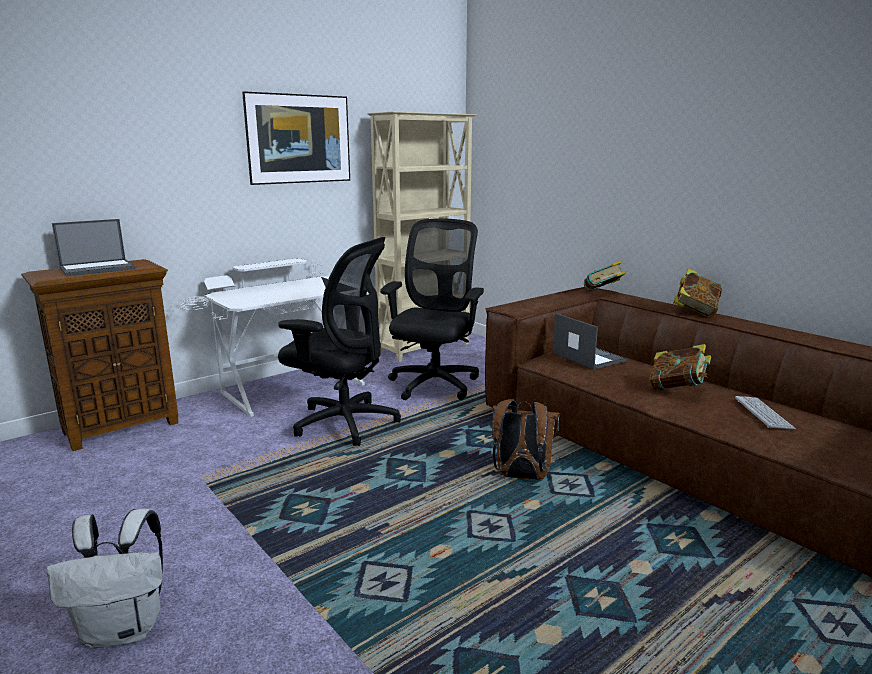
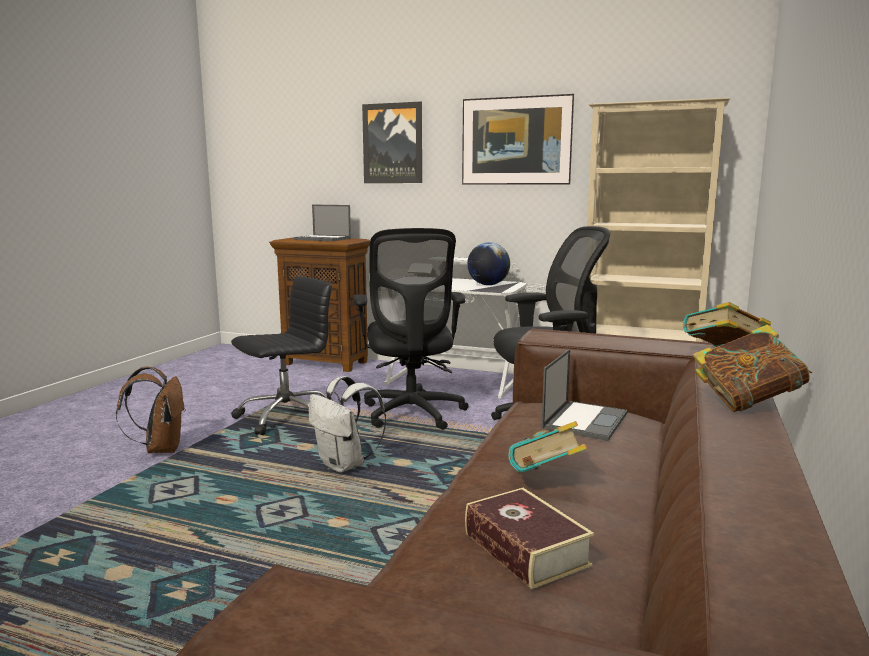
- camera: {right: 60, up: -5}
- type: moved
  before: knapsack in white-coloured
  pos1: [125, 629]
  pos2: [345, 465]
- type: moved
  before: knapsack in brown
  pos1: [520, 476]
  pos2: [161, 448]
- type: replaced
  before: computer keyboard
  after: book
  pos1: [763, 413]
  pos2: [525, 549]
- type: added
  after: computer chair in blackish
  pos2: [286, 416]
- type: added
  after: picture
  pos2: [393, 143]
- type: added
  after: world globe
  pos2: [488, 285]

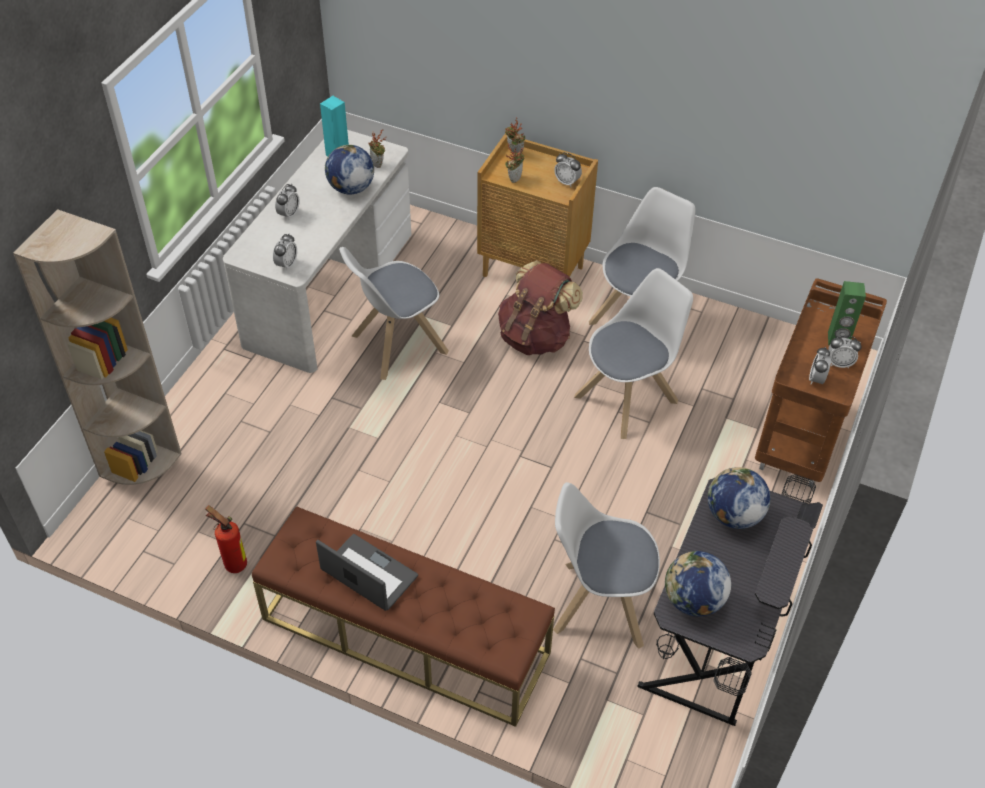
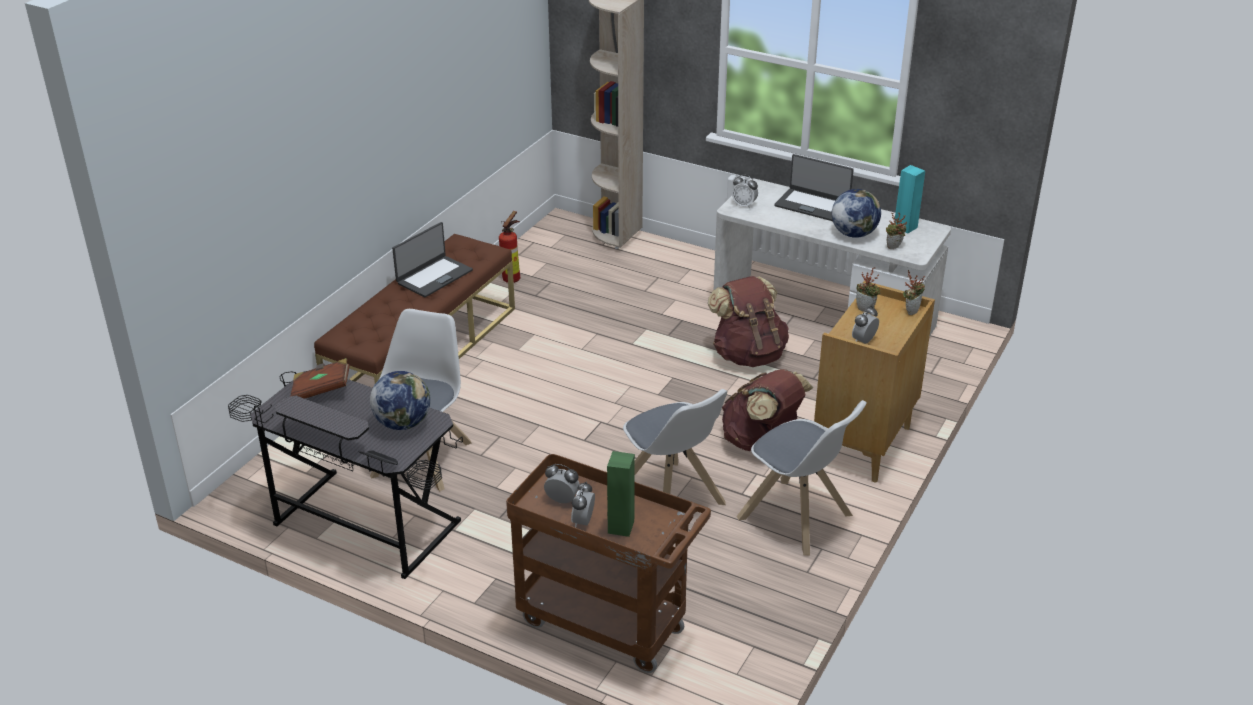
- camera: {right: 95, up: -15}
- type: replaced
  before: table clock
  after: laptop
  pos1: [289, 214]
  pos2: [812, 205]
- type: replaced
  before: plain chair
  after: knapsack in brown
  pos1: [396, 345]
  pos2: [748, 355]
- type: replaced
  before: world globe
  after: book in brown
  pos1: [693, 600]
  pos2: [321, 390]

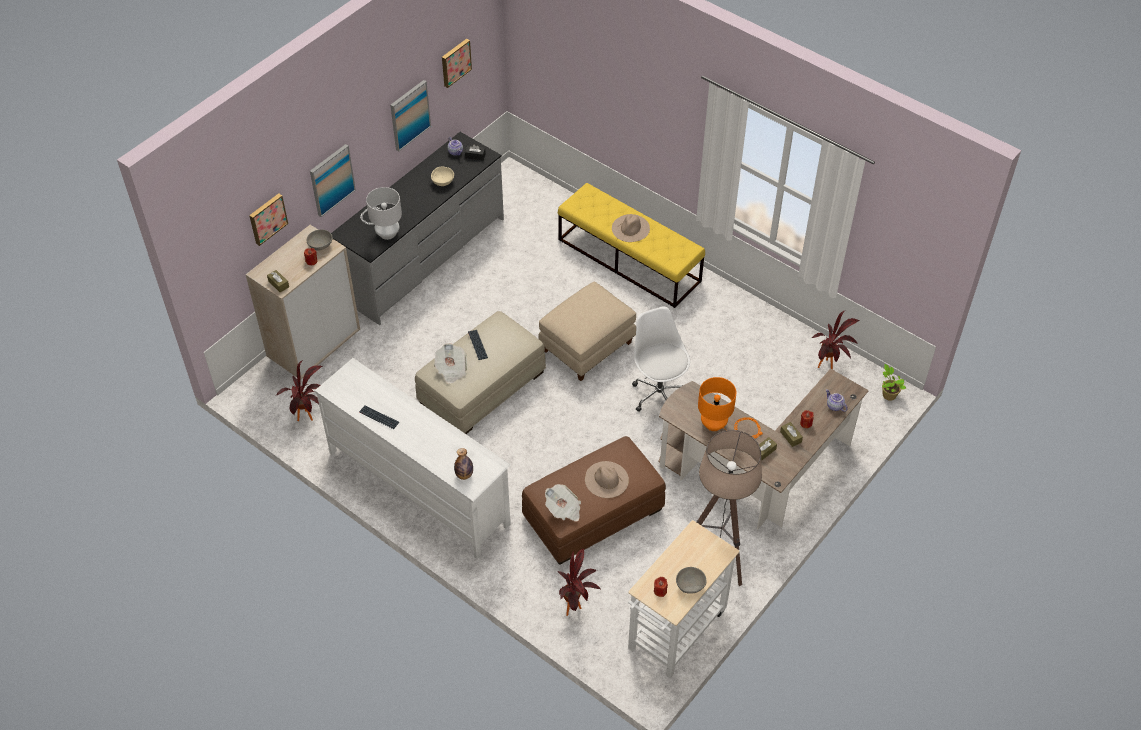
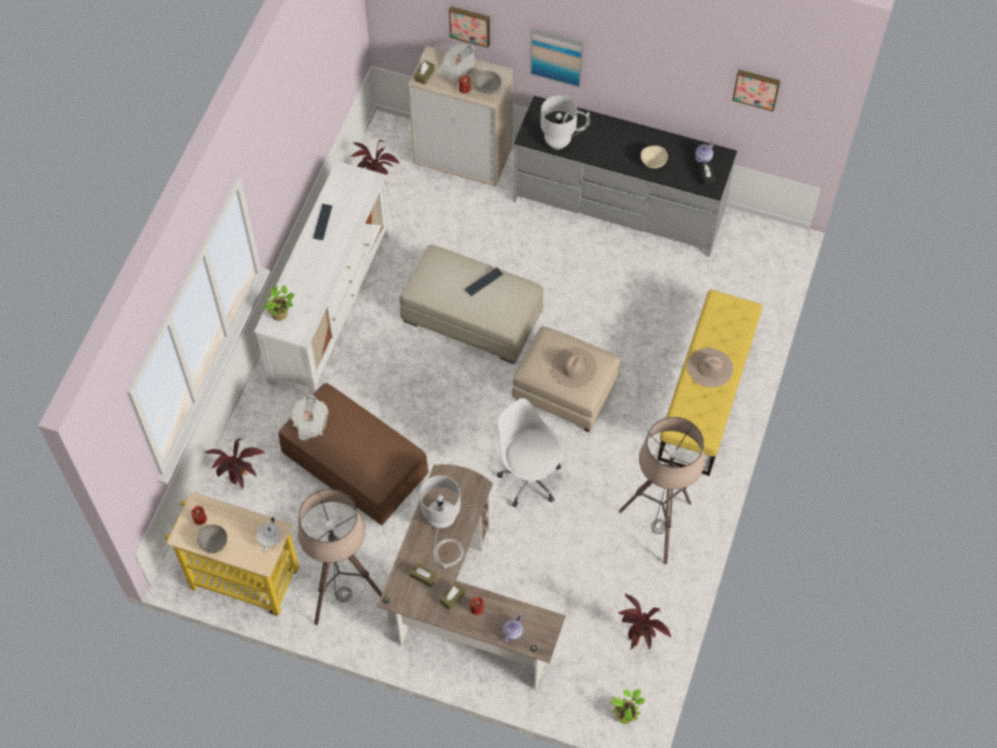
- camera: {right: 70, up: 10}
- type: removed
  before: picture
  pos1: [409, 115]
- type: moved
  before: printed paper
  pos1: [451, 369]
  pos2: [456, 68]
- type: replaced
  before: bottle
  after: houseplant
  pos1: [464, 475]
  pos2: [281, 314]
- type: moved
  before: clothing hat in beige
  pos1: [606, 479]
  pos2: [573, 367]
- type: recoloured
  before: trolley in white-coloured
  after: trolley in yellow
  pos1: [676, 631]
  pos2: [243, 579]
- type: turned
  before: computer chair in white-coloured
  pos1: [658, 394]
  pos2: [528, 479]
  turn: -90
- type: recoloured
  before: lamp for a table in orangey
  after: lamp for a table in white-coloured
  pos1: [726, 426]
  pos2: [444, 532]
- type: added
  after: pot for tea in white-coloured
  pos2: [269, 540]
- type: added
  after: floor lamp
  pos2: [658, 525]

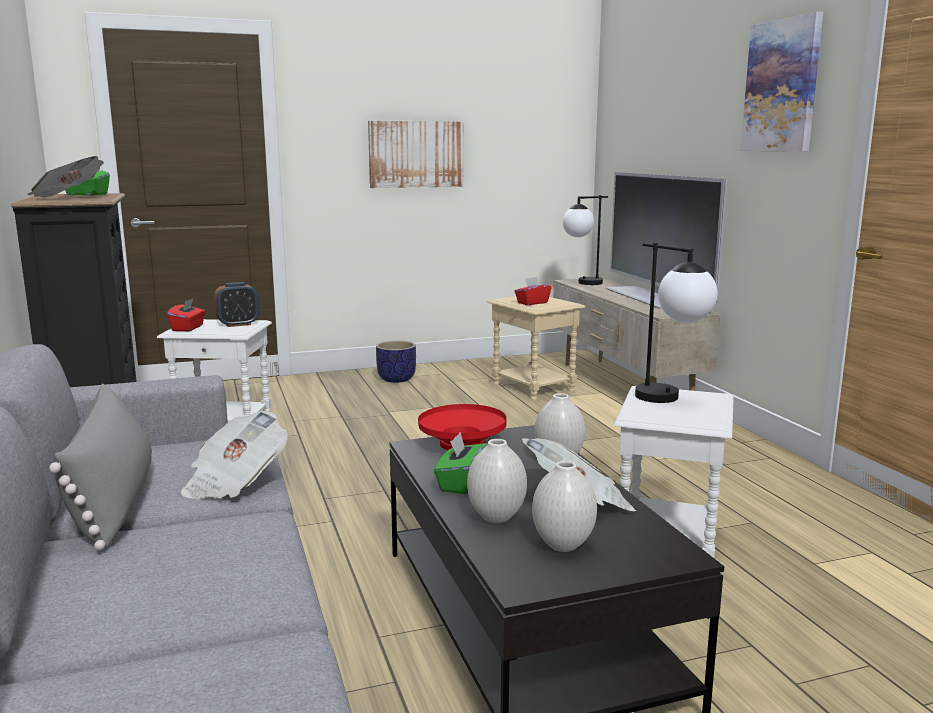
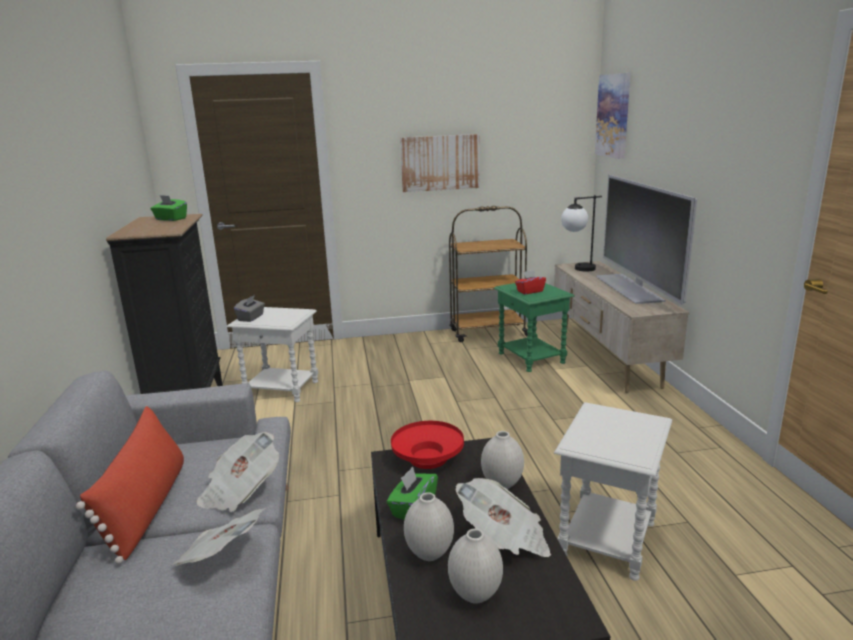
- camera: {right: 10, up: 5}
- type: moved
  before: printed paper
  pos1: [68, 198]
  pos2: [222, 556]
- type: recoloured
  before: throw pillow in greyish
  after: throw pillow in red-coloured
  pos1: [114, 501]
  pos2: [147, 507]
- type: recoloured
  before: tissue box in red-coloured
  after: tissue box in greyish
  pos1: [188, 328]
  pos2: [251, 318]
- type: removed
  before: table clock
  pos1: [238, 324]
- type: removed
  before: plant pot
  pos1: [397, 379]
- type: recoloured
  before: end table in beige
  after: end table in greenish
  pos1: [534, 387]
  pos2: [532, 357]
- type: removed
  before: lamp for a table
  pos1: [670, 401]
- type: moved
  before: picture
  pos1: [782, 86]
  pos2: [613, 116]
- type: added
  after: trolley in brown
  pos2: [488, 333]

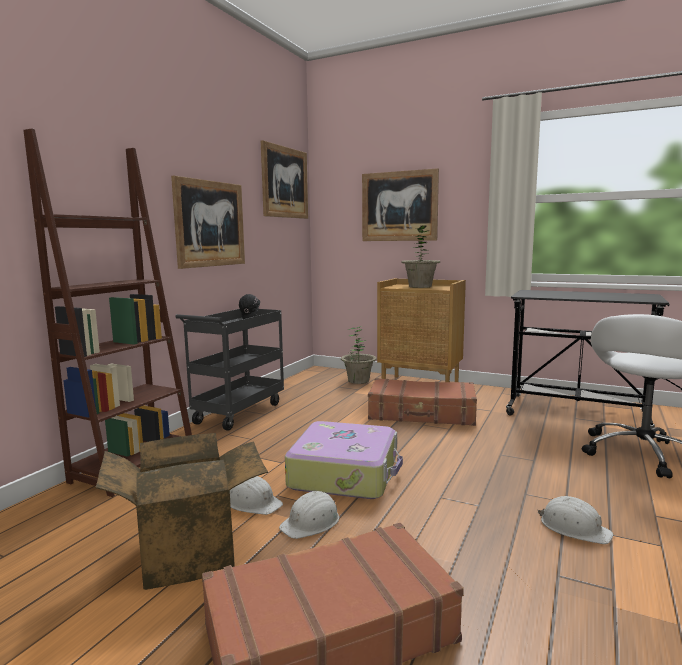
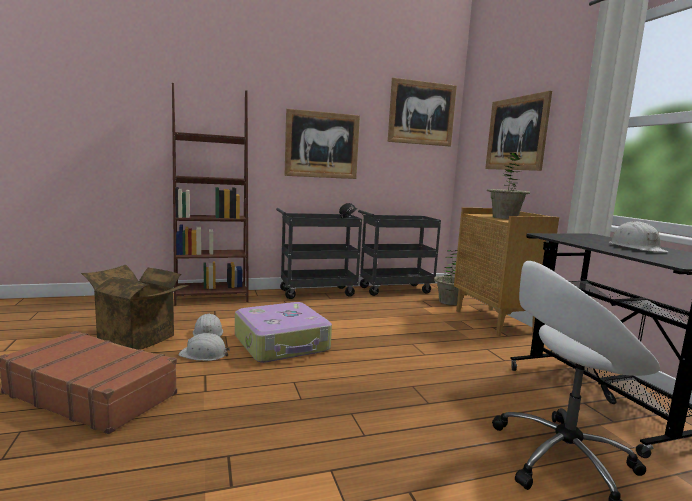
- camera: {right: 45, up: 0}
- type: removed
  before: piece of luggage in brown
  pos1: [422, 414]
- type: moved
  before: safety helmet in white-coloured
  pos1: [574, 528]
  pos2: [636, 248]
- type: added
  after: trolley in greyish
  pos2: [393, 290]

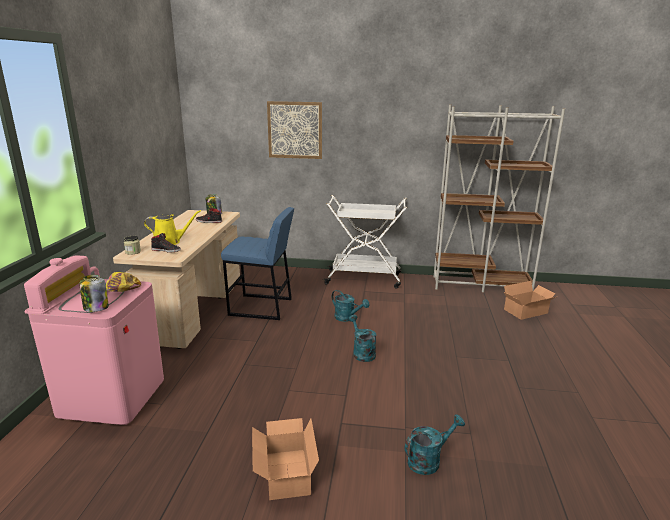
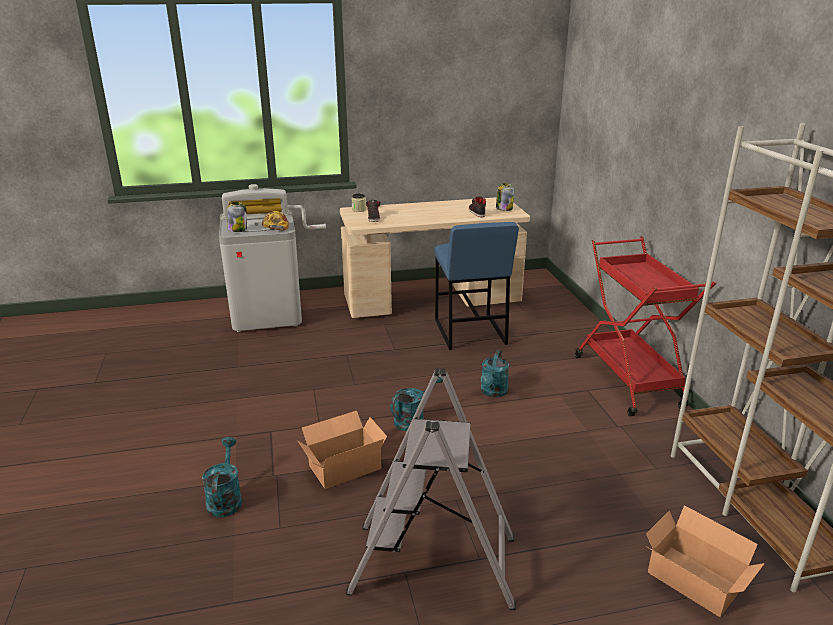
- camera: {right: 70, up: 5}
- type: recoloured
  before: washing machine in pink
  after: washing machine in greyish
  pos1: [113, 397]
  pos2: [269, 315]
- type: removed
  before: sprinkling can in yellow
  pos1: [170, 242]
- type: moved
  before: cardboard box
  pos1: [285, 475]
  pos2: [342, 466]
- type: removed
  before: picture
  pos1: [295, 129]
- type: recoloured
  before: trolley in white-coloured
  after: trolley in red-coloured
  pos1: [363, 279]
  pos2: [627, 382]
- type: turned
  before: sprinkling can in turquoise-coloured
  pos1: [428, 460]
  pos2: [225, 499]
  turn: -135
- type: added
  after: step ladder in greyish
  pos2: [436, 563]

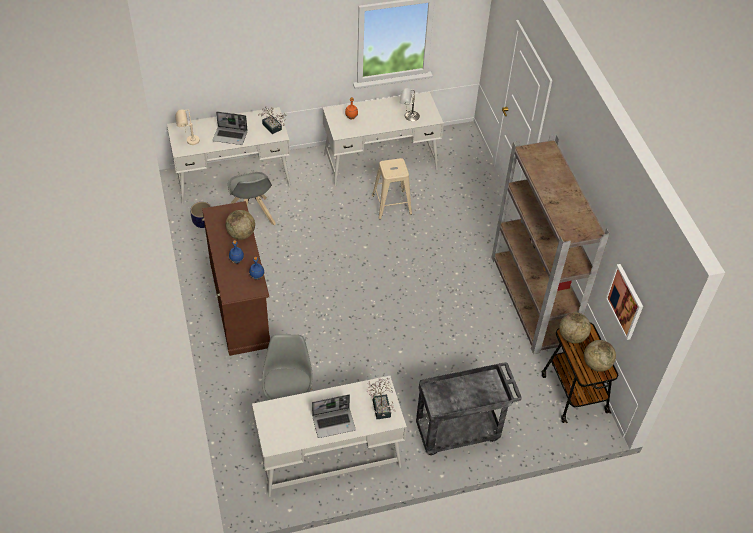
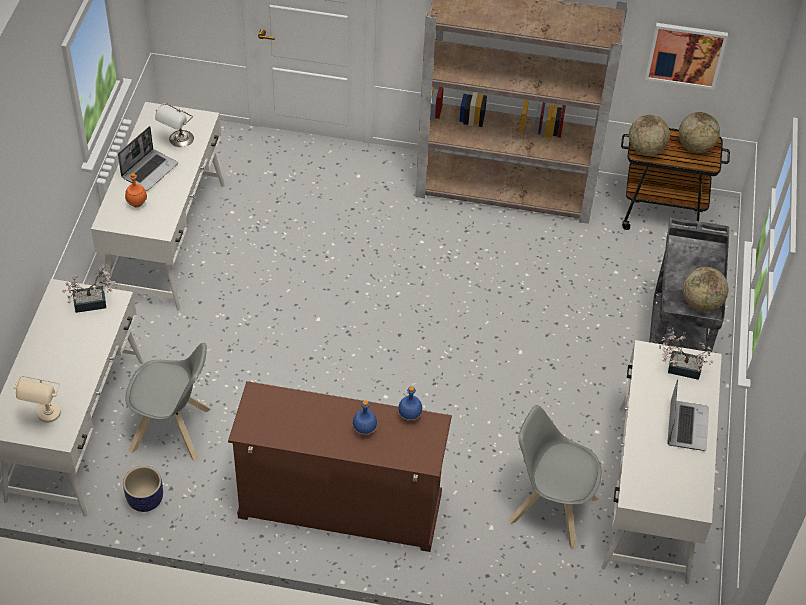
- camera: {right: -65, up: 0}
- type: moved
  before: laptop
  pos1: [230, 136]
  pos2: [149, 170]
- type: moved
  before: world globe
  pos1: [241, 234]
  pos2: [701, 303]
- type: removed
  before: stool in beige
  pos1: [391, 204]

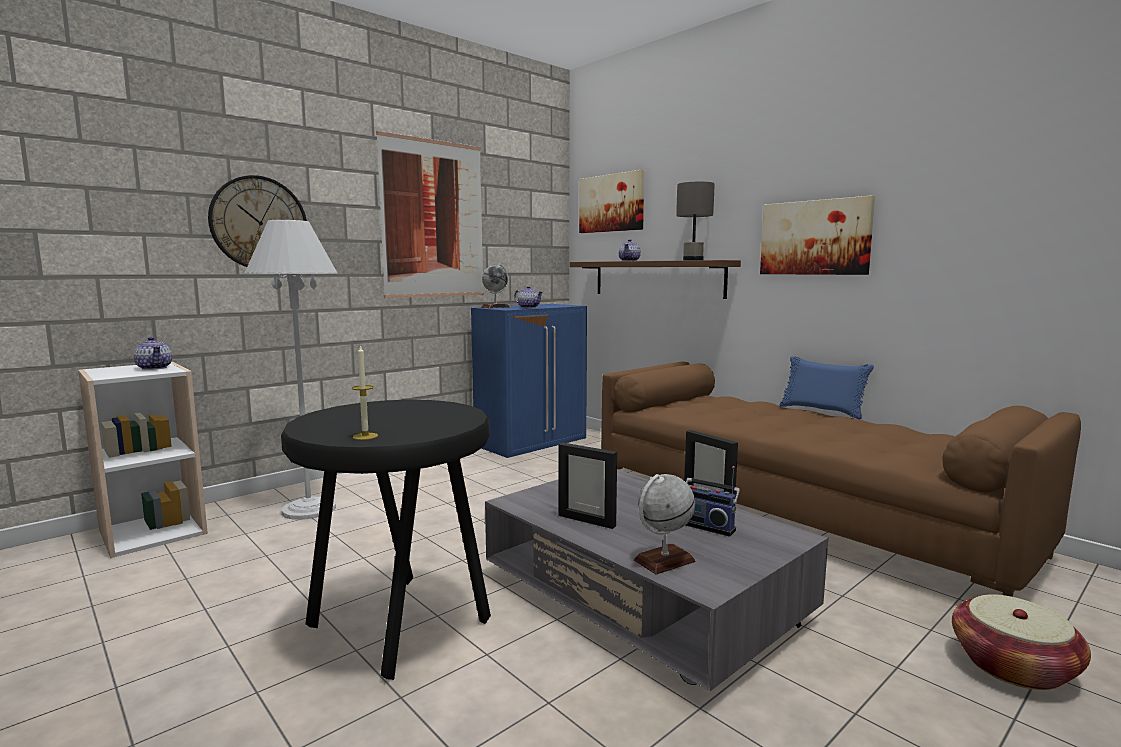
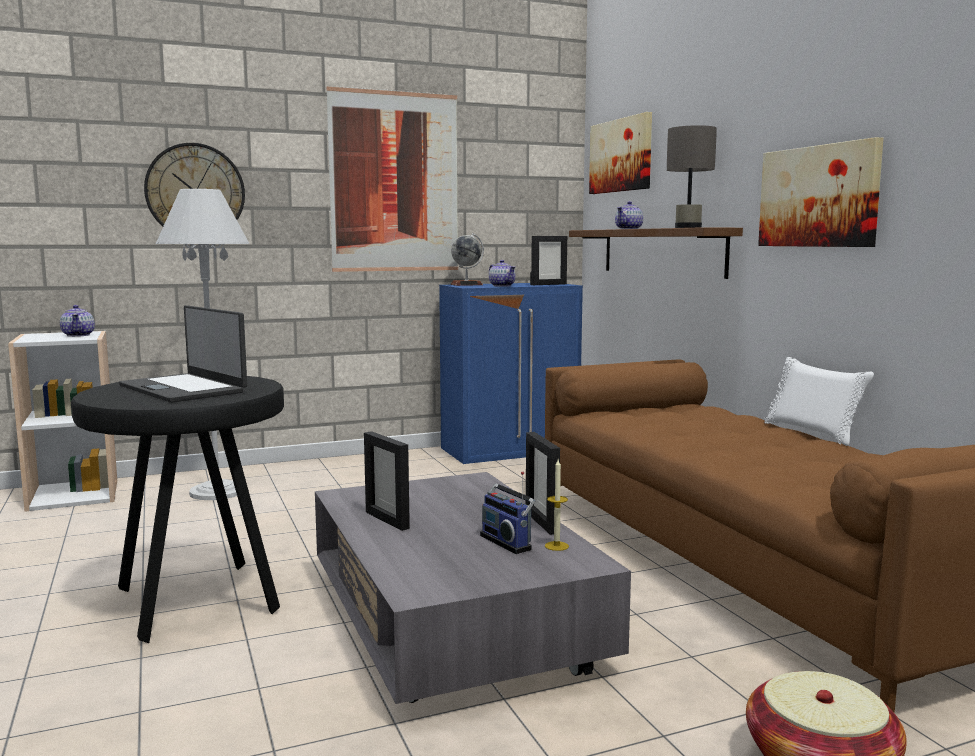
- camera: {right: 20, up: 0}
- type: moved
  before: candle
  pos1: [365, 436]
  pos2: [556, 546]
- type: removed
  before: world globe
  pos1: [664, 561]
- type: recoloured
  before: throw pillow in blue
  after: throw pillow in white-coloured
  pos1: [822, 411]
  pos2: [813, 433]
- type: added
  after: laptop
  pos2: [184, 389]
- type: added
  after: standing frame
  pos2: [548, 284]

